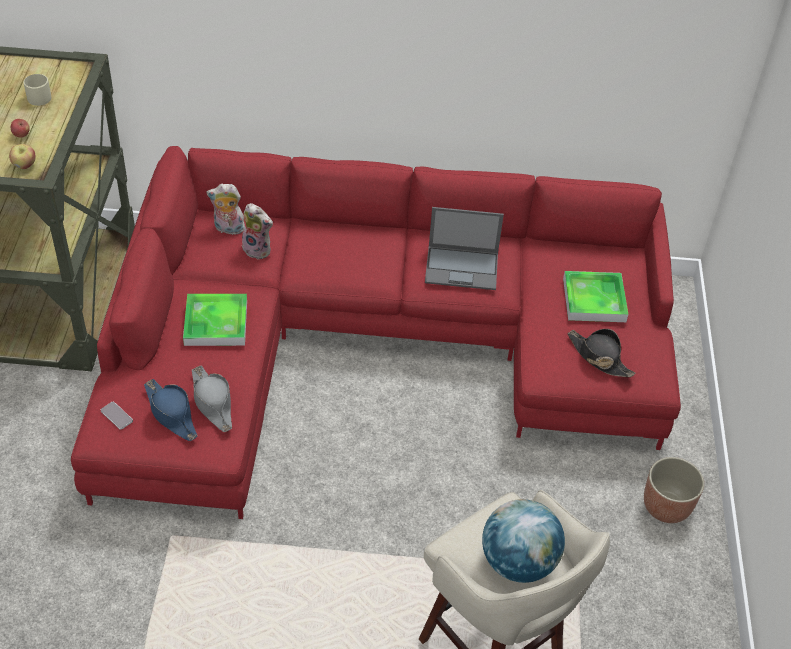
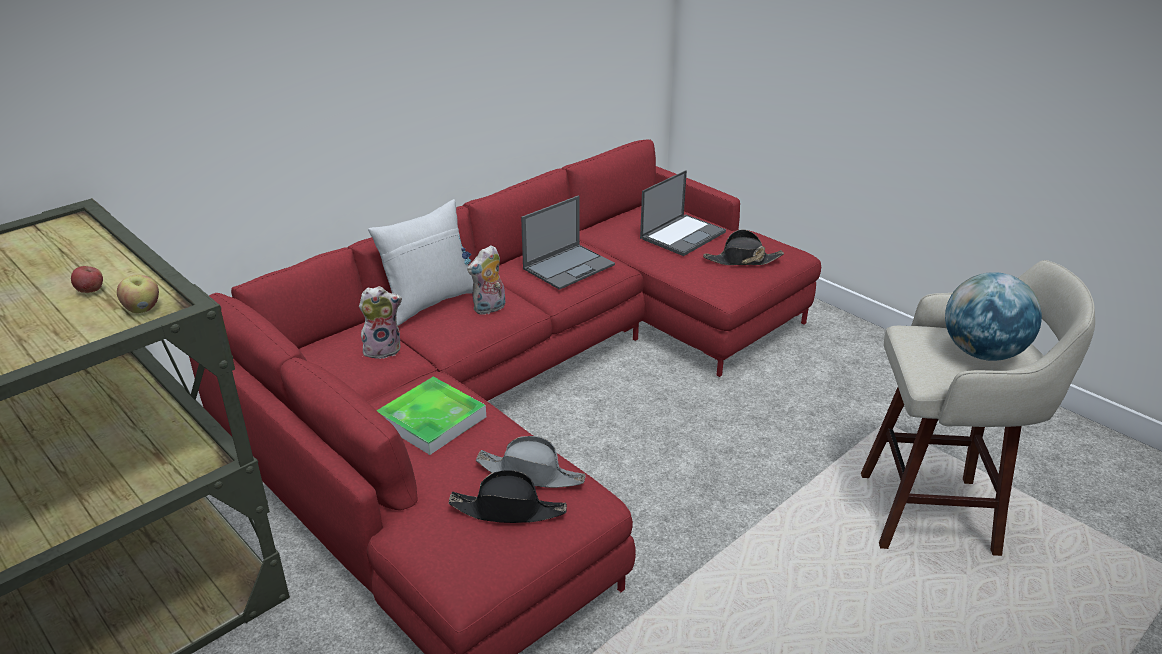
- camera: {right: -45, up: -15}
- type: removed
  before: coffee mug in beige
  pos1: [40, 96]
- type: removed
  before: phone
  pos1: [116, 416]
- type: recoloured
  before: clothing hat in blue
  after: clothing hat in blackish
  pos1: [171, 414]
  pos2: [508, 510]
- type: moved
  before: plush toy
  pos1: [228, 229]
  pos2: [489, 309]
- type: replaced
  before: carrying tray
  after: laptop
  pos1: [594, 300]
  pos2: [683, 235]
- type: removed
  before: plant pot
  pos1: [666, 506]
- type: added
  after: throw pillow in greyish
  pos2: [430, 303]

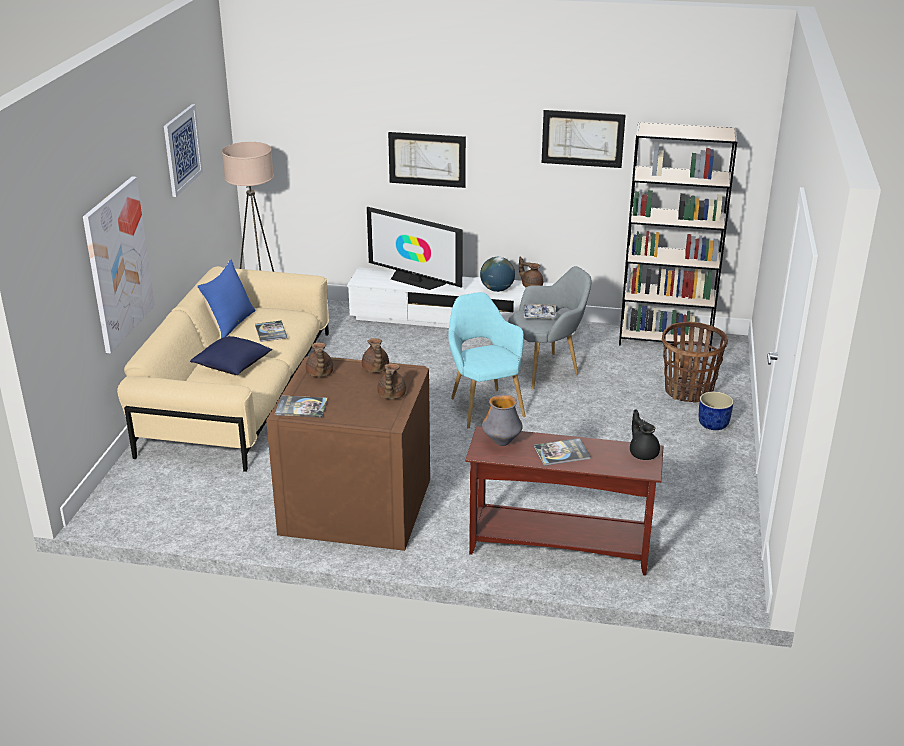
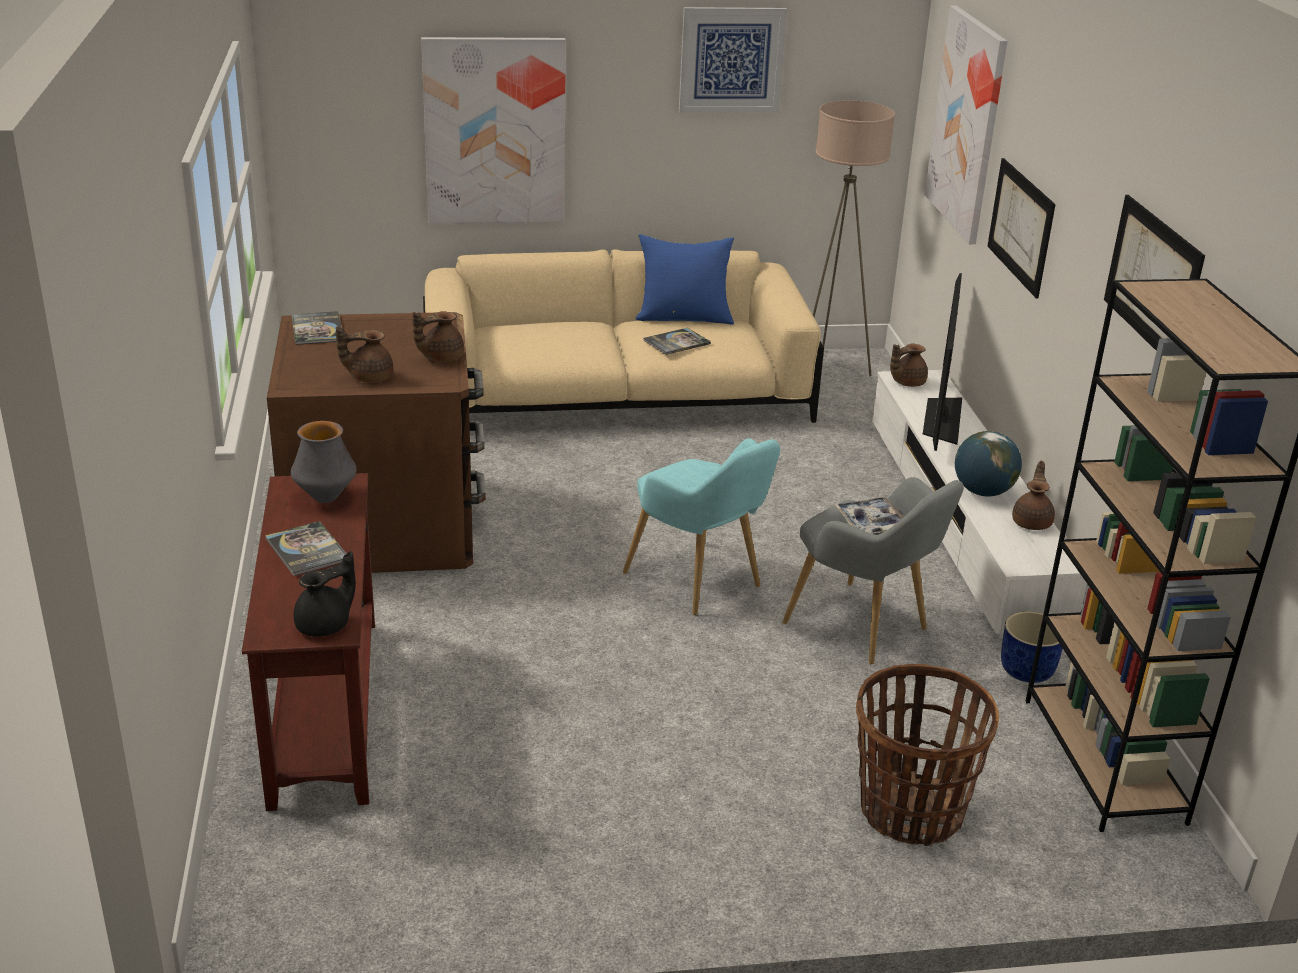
- camera: {right: 70, up: 0}
- type: removed
  before: throw pillow in blue
  pos1: [233, 366]
- type: moved
  before: pot for tea in brown
  pos1: [319, 374]
  pos2: [906, 382]
- type: turned
  before: armchair in turquoise-coloured
  pos1: [483, 405]
  pos2: [700, 583]
  turn: 90
- type: moved
  before: plant pot in blue
  pos1: [713, 424]
  pos2: [1026, 671]
- type: added
  after: picture
  pos2: [967, 123]

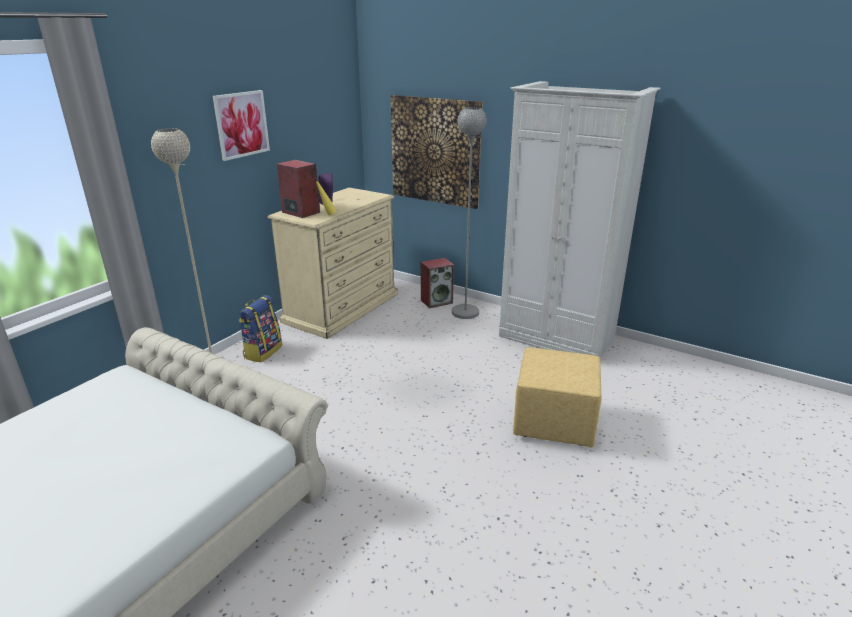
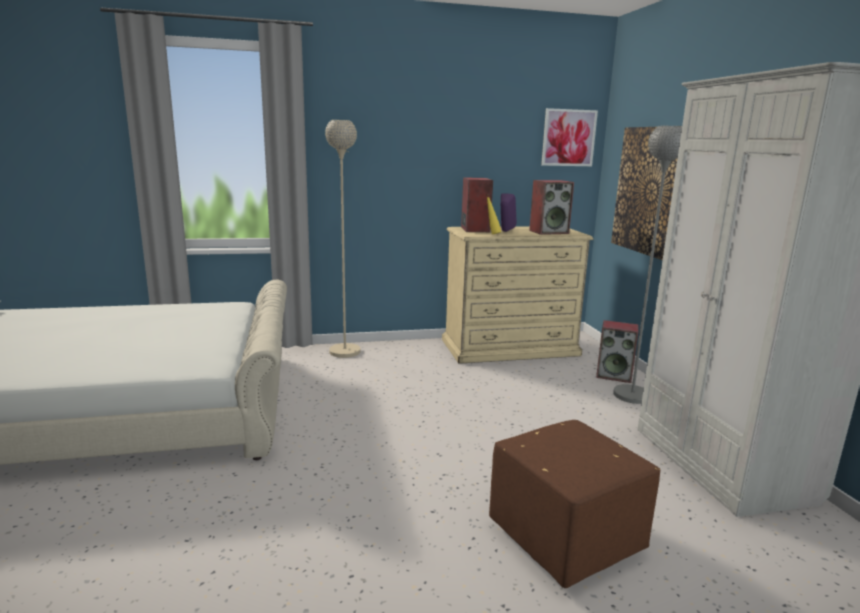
- camera: {right: 45, up: -10}
- type: moved
  before: picture
  pos1: [241, 124]
  pos2: [568, 138]
- type: removed
  before: knapsack
  pos1: [262, 351]
- type: recoloured
  before: footrest in yellow
  after: footrest in brown
  pos1: [554, 422]
  pos2: [567, 538]
- type: added
  after: speaker
  pos2: [549, 232]

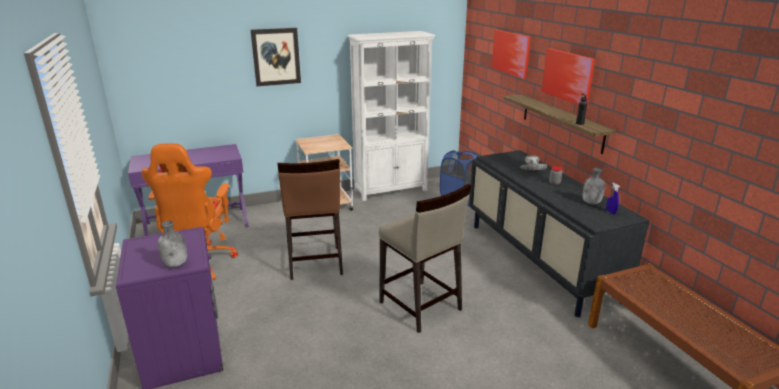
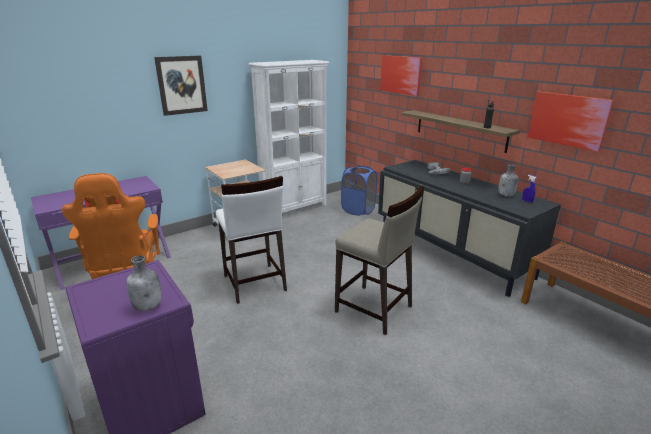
- camera: {right: -15, up: 0}
- type: recoloured
  before: stool in brown
  after: stool in white-coloured
  pos1: [315, 263]
  pos2: [254, 283]
- type: moved
  before: picture
  pos1: [567, 76]
  pos2: [567, 120]

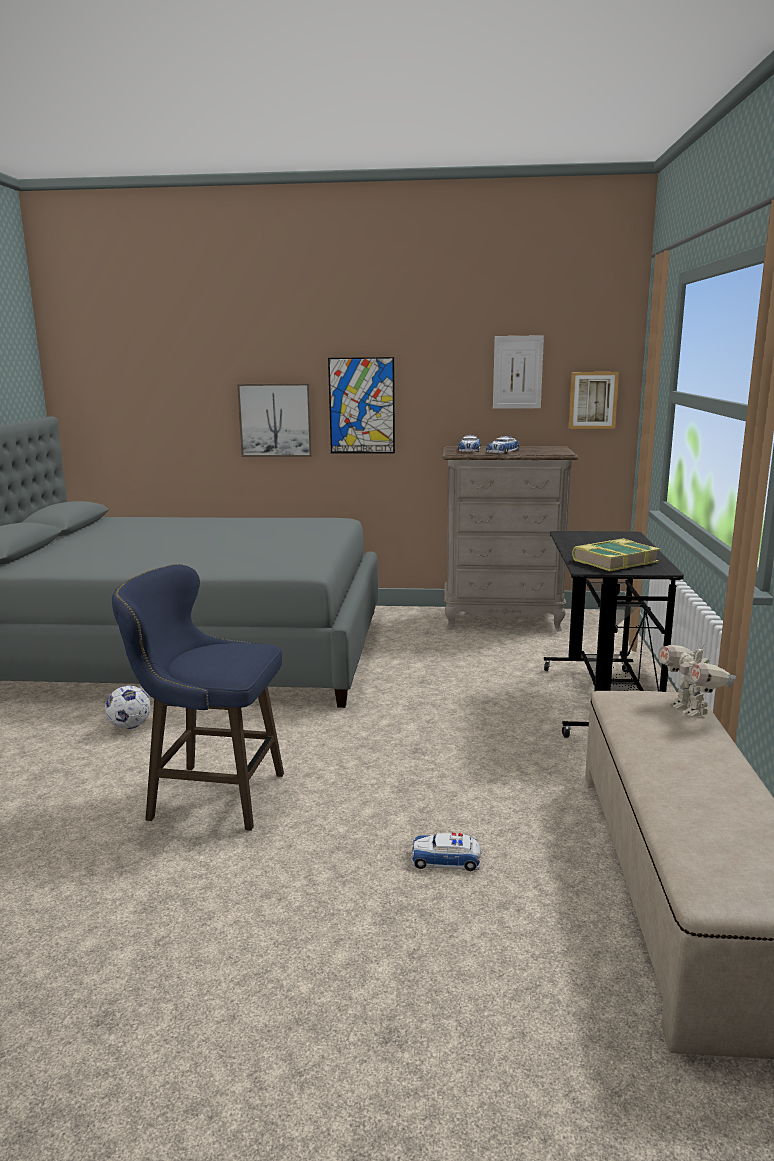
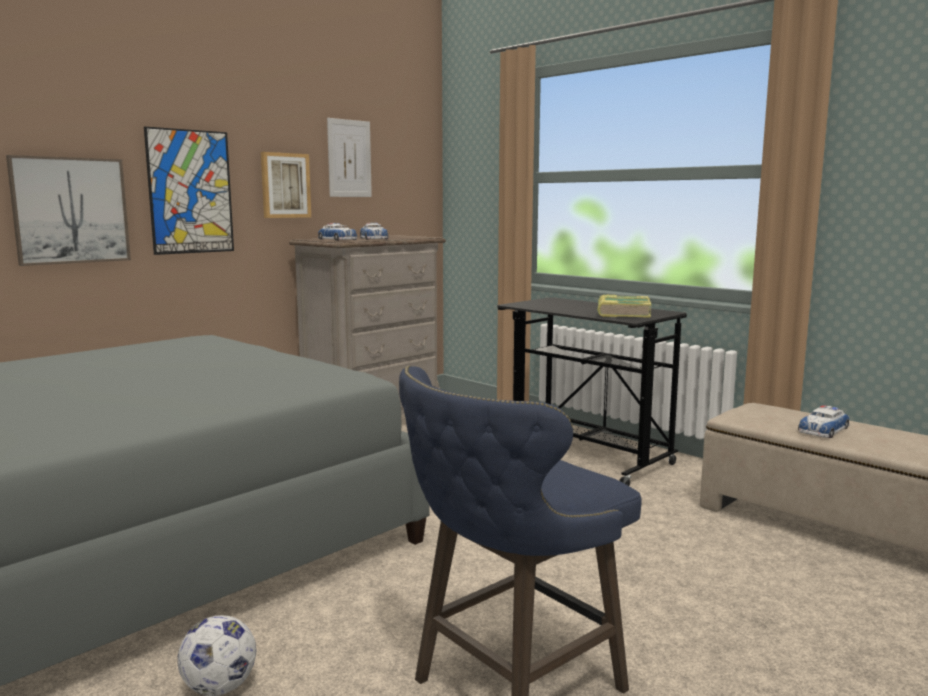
- camera: {right: -50, up: -5}
- type: moved
  before: model car
  pos1: [445, 859]
  pos2: [823, 430]
- type: moved
  before: picture
  pos1: [593, 400]
  pos2: [285, 185]
- type: removed
  before: toy robot
  pos1: [690, 710]

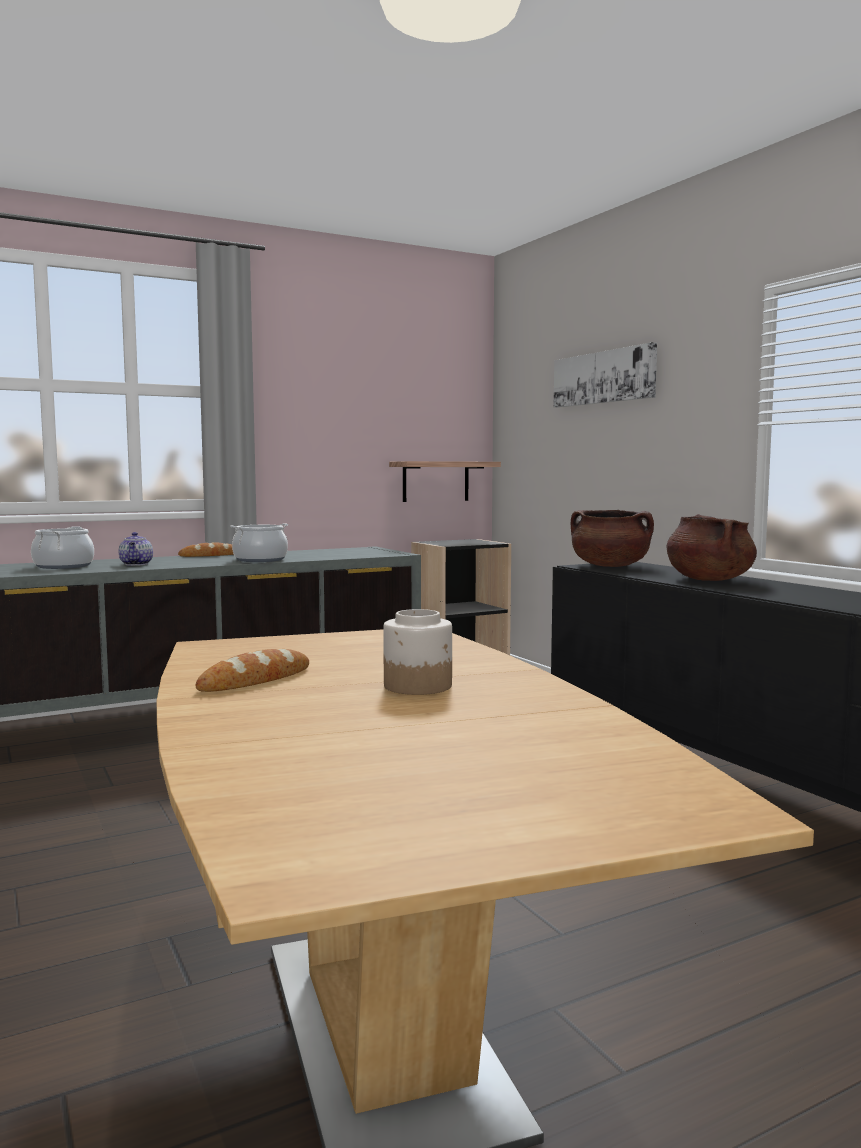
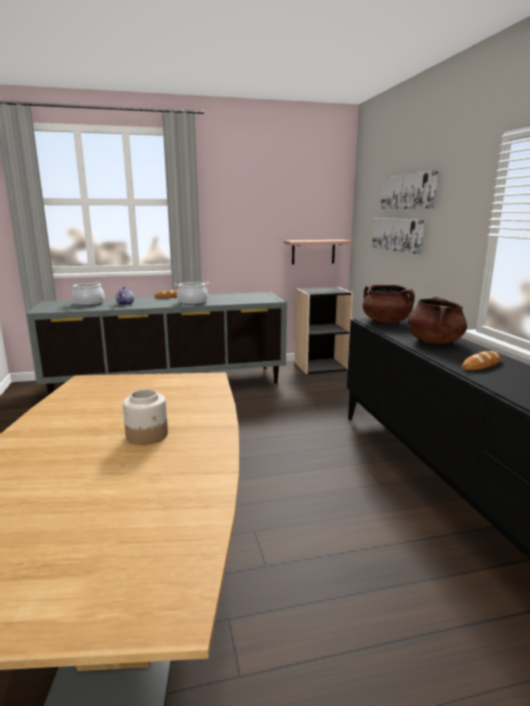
- camera: {right: 15, up: 10}
- type: moved
  before: baked bread
  pos1: [255, 680]
  pos2: [481, 365]
- type: added
  after: picture
  pos2: [397, 234]

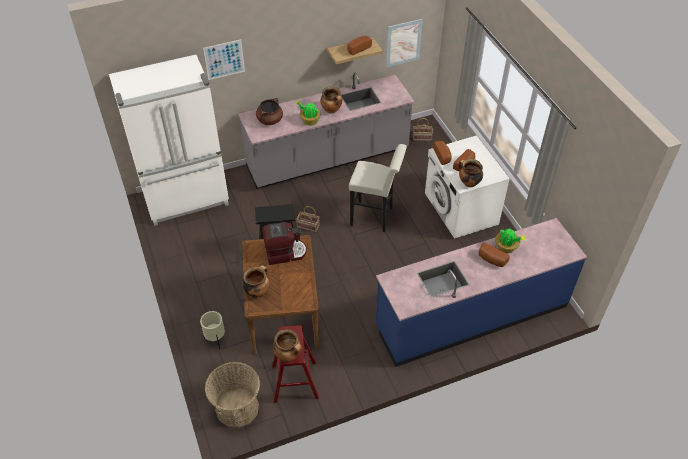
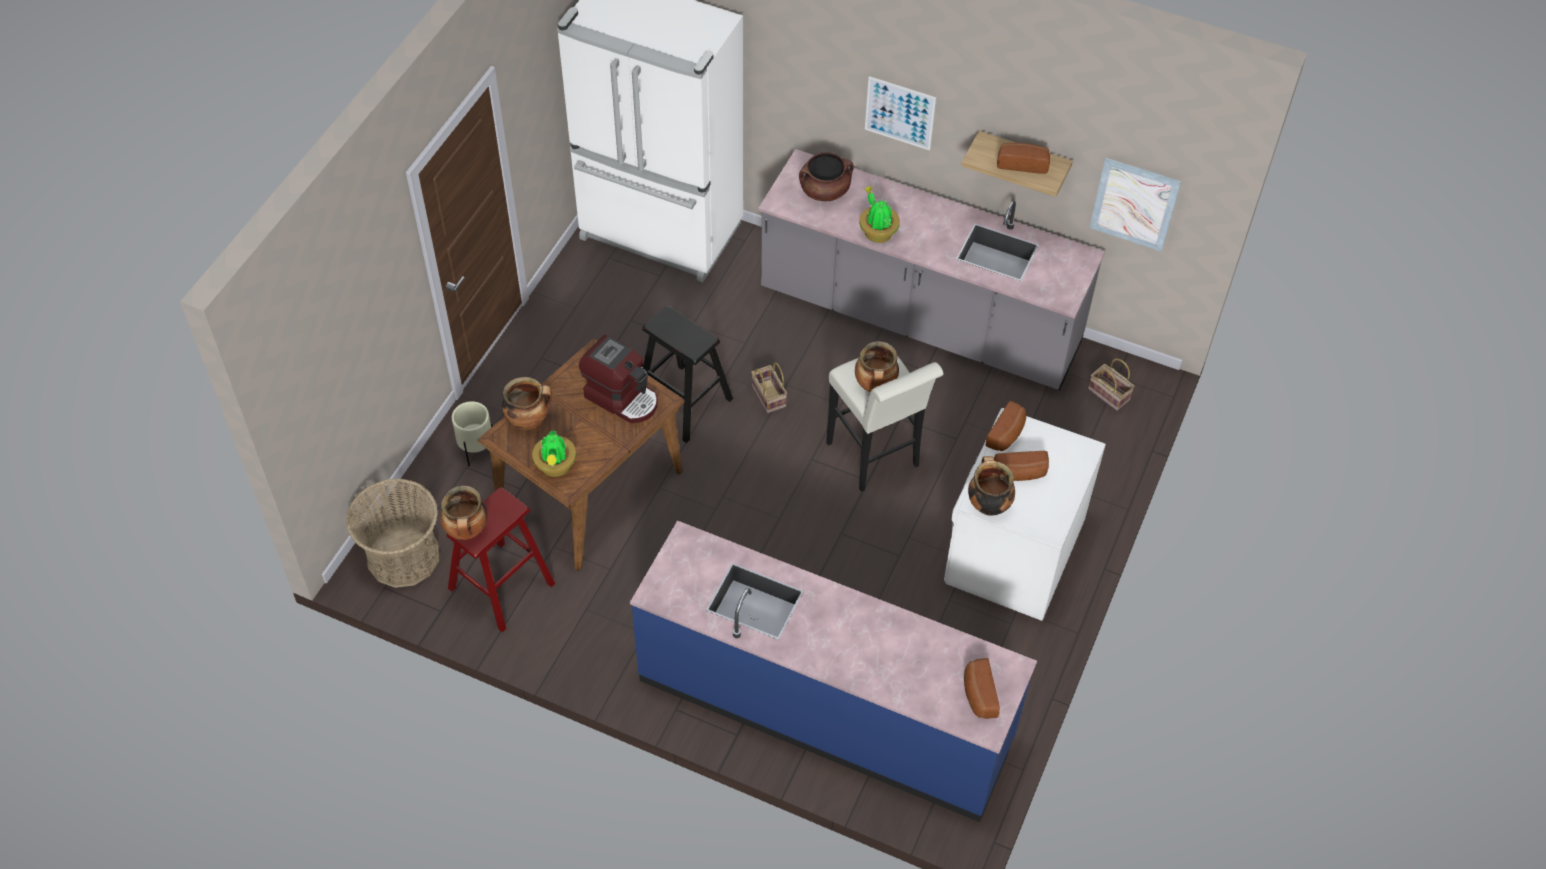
- camera: {right: 45, up: 5}
- type: moved
  before: picture
  pos1: [224, 59]
  pos2: [900, 113]
- type: moved
  before: cooking pot
  pos1: [332, 110]
  pos2: [875, 386]
- type: moved
  before: baked bread
  pos1: [491, 260]
  pos2: [978, 695]
- type: moved
  before: houseplant
  pos1: [506, 248]
  pos2: [555, 467]

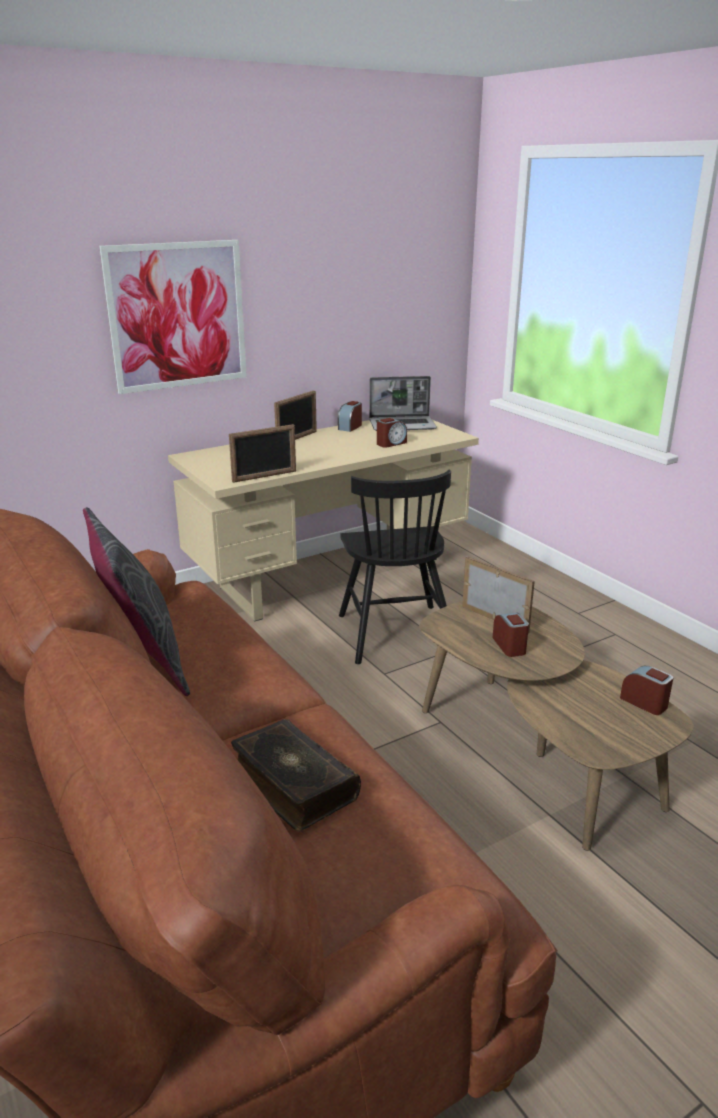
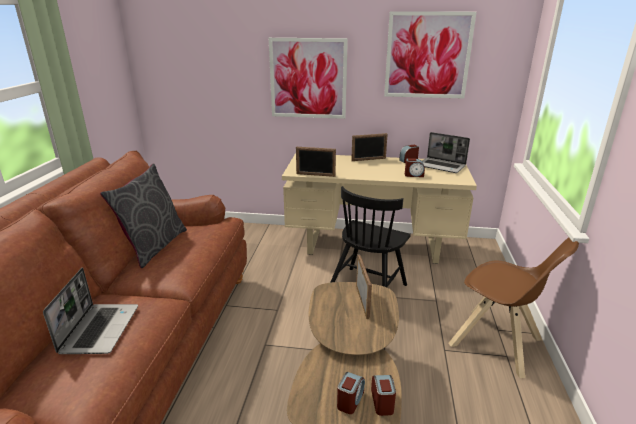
- camera: {right: 40, up: 0}
- type: replaced
  before: book
  after: laptop
  pos1: [292, 785]
  pos2: [100, 329]
- type: moved
  before: table clock
  pos1: [510, 646]
  pos2: [350, 400]
- type: added
  after: picture
  pos2: [427, 55]
- type: added
  after: plain chair in brown
  pos2: [498, 343]

